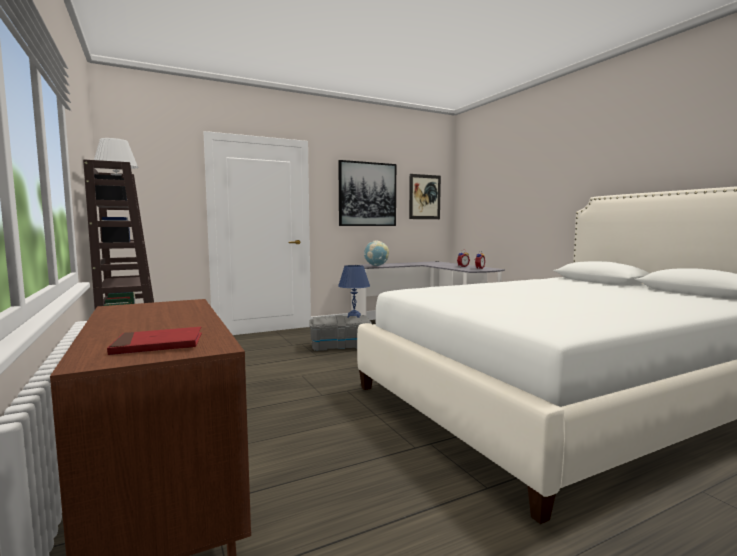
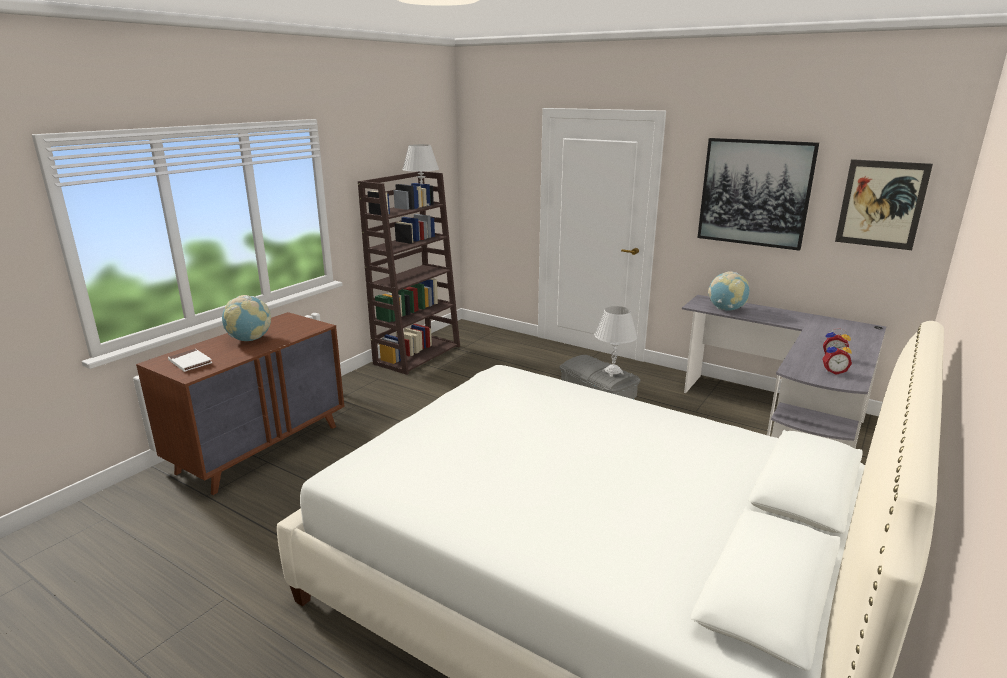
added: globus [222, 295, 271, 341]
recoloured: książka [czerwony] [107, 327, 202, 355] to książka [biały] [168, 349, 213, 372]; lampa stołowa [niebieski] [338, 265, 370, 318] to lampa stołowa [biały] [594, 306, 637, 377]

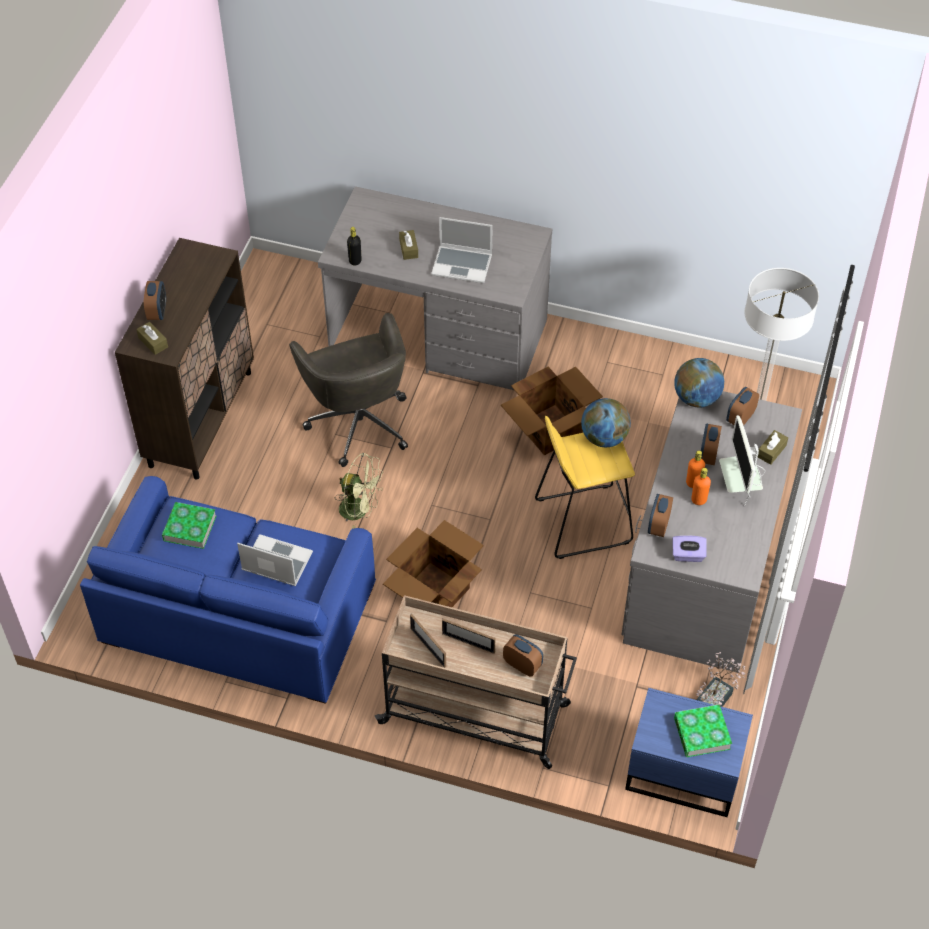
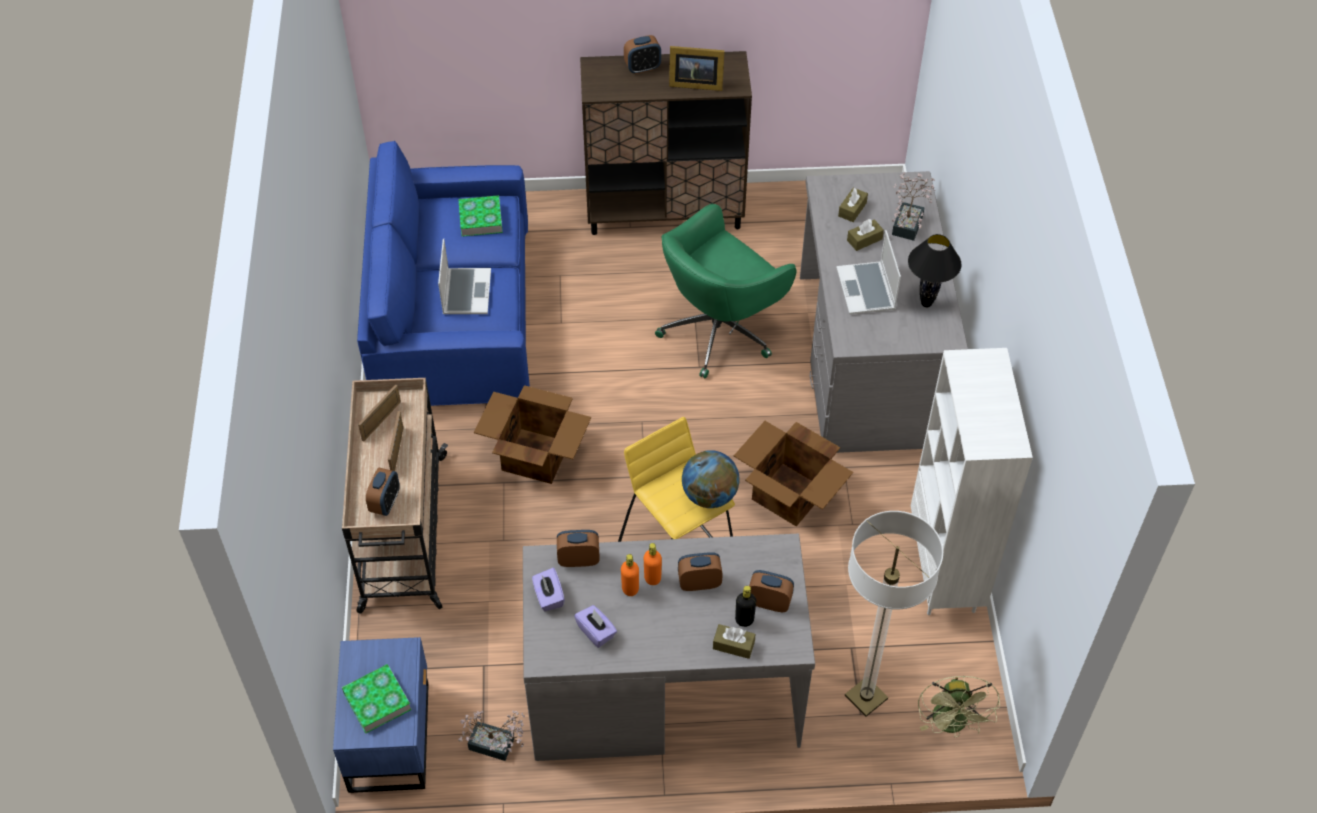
removed: globus [674, 358, 724, 407]; monitor [719, 415, 765, 506]
added: pudełko chusteczek [fioletowy] [574, 605, 617, 648]; ramka na zdjęcie [669, 46, 725, 91]; roślina doniczkowa [892, 173, 935, 241]; lampa stołowa [czarny] [908, 234, 961, 307]; regał [biały] [911, 348, 1033, 615]
moved: pudełko chusteczek [brązowy] [136, 322, 168, 355] to [838, 188, 868, 222]; wentylator [zielony] [335, 453, 384, 529] to [918, 675, 1000, 738]; butelka [czarny] [347, 227, 362, 266] to [735, 586, 756, 627]
recoloured: krzesło biurowe [szary] [289, 313, 408, 467] to krzesło biurowe [zielony] [655, 204, 797, 379]

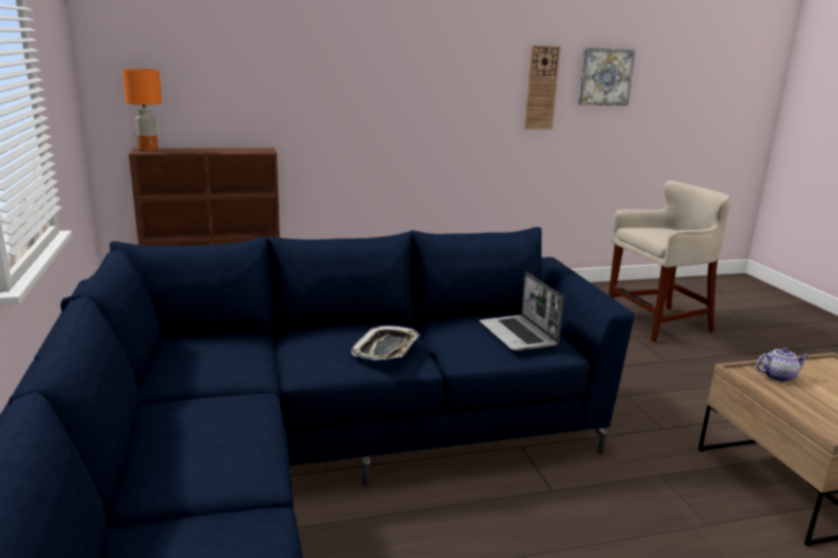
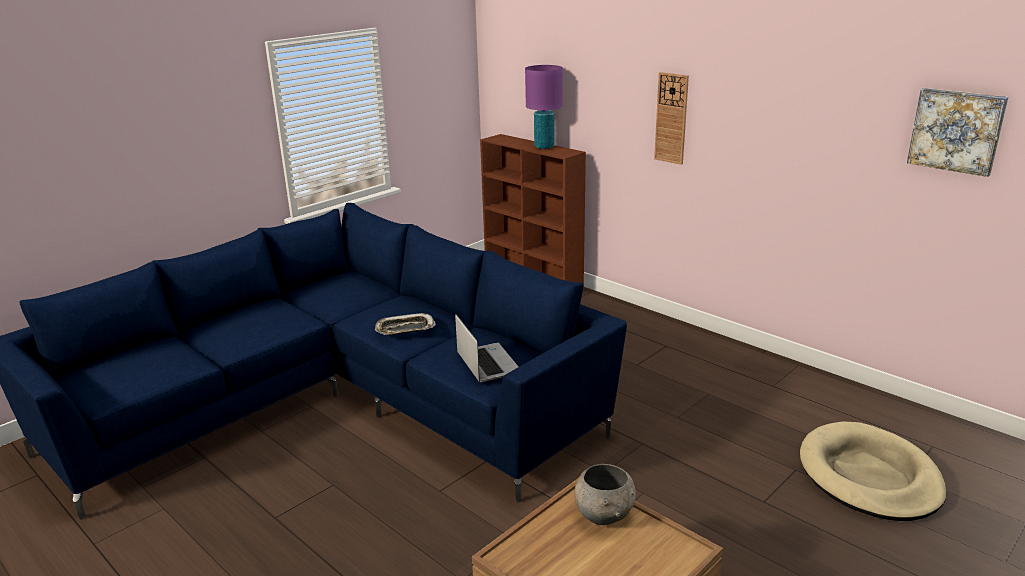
removed: lampa stołowa [pomarańczowy] [122, 69, 162, 151]
added: lampa stołowa [fioletowy] [525, 65, 563, 149]
moved: zegar ścienny [524, 45, 561, 130] to [654, 72, 689, 165]
replaced: stołek [beżowy] [609, 181, 731, 342] to legowisko [beżowy] [800, 421, 946, 521]; imbryk [756, 347, 809, 382] to miska [szary] [575, 464, 636, 525]
turned: laptop [479, 272, 564, 351] = [455, 314, 519, 383] 120 degrees clockwise

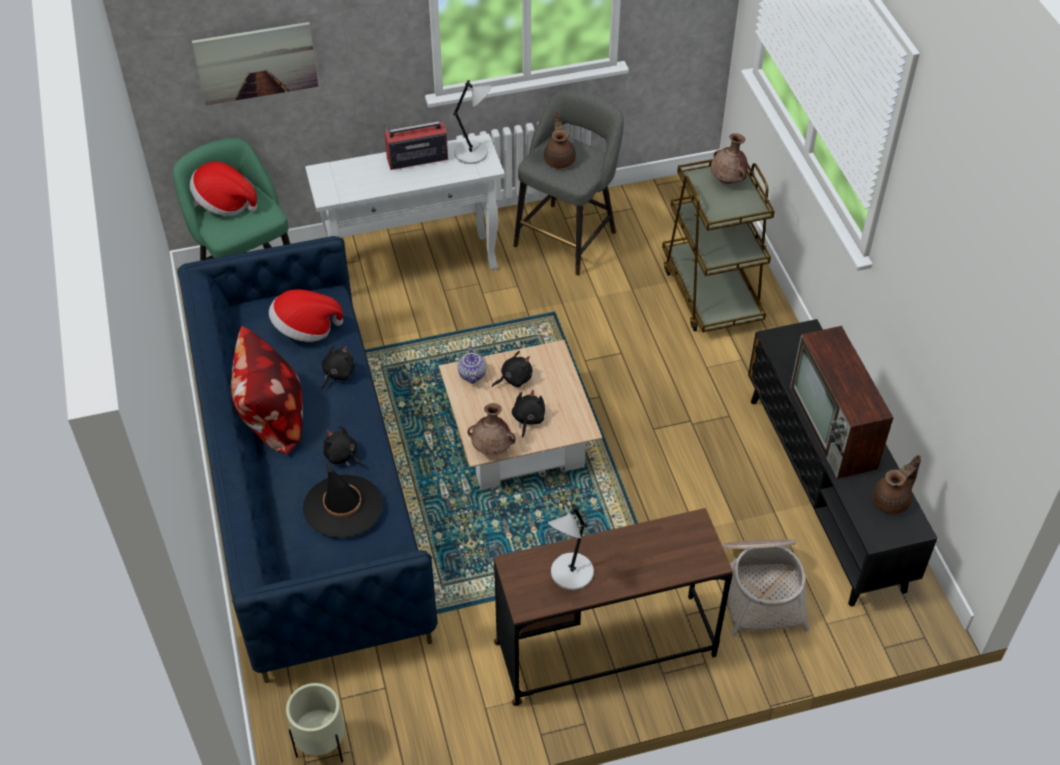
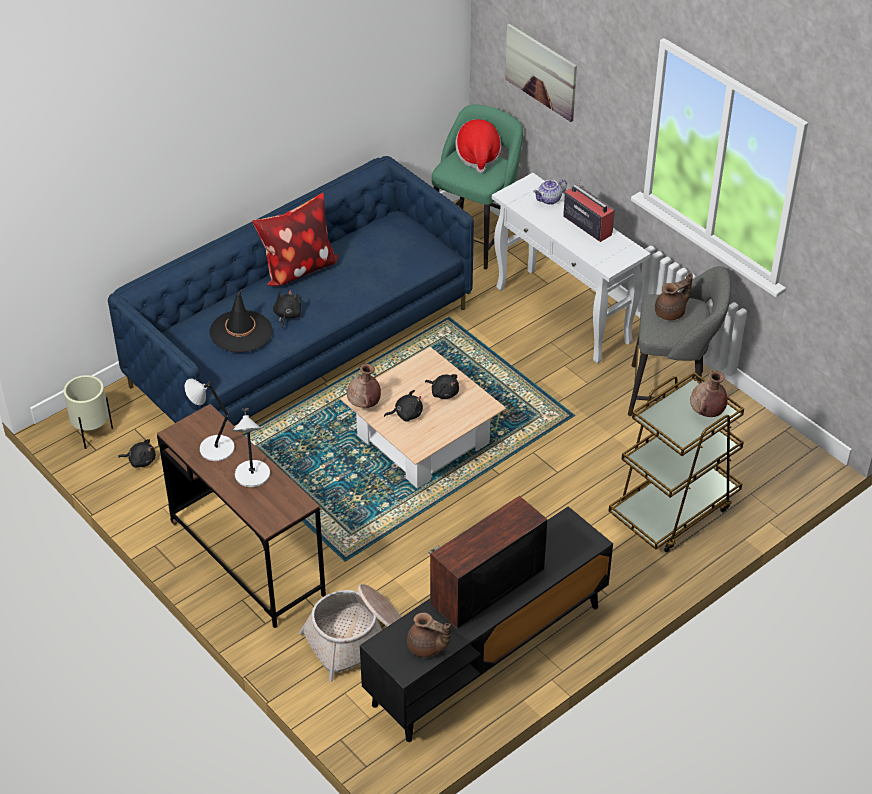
removed: kapelusz [269, 289, 343, 342]
moved: pluszak [czarny] [321, 345, 355, 390] to [118, 439, 156, 468]; lampa stołowa [szary] [453, 80, 492, 164] to [232, 408, 270, 487]; imbryk [458, 345, 486, 384] to [533, 179, 567, 205]

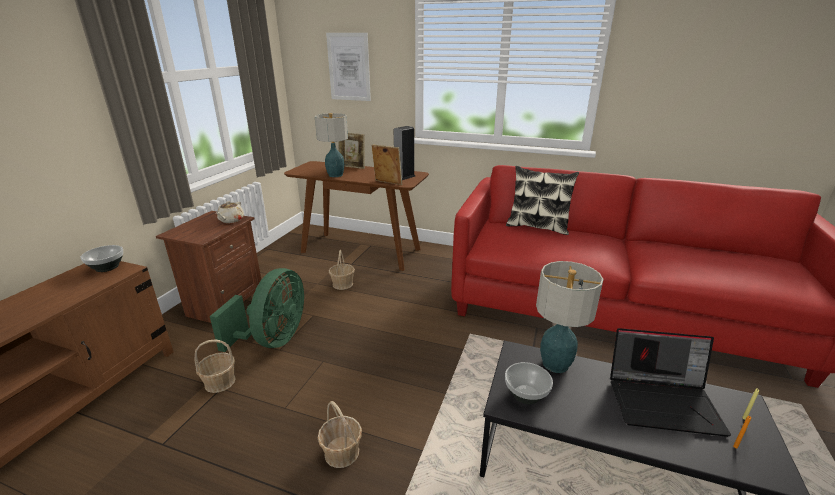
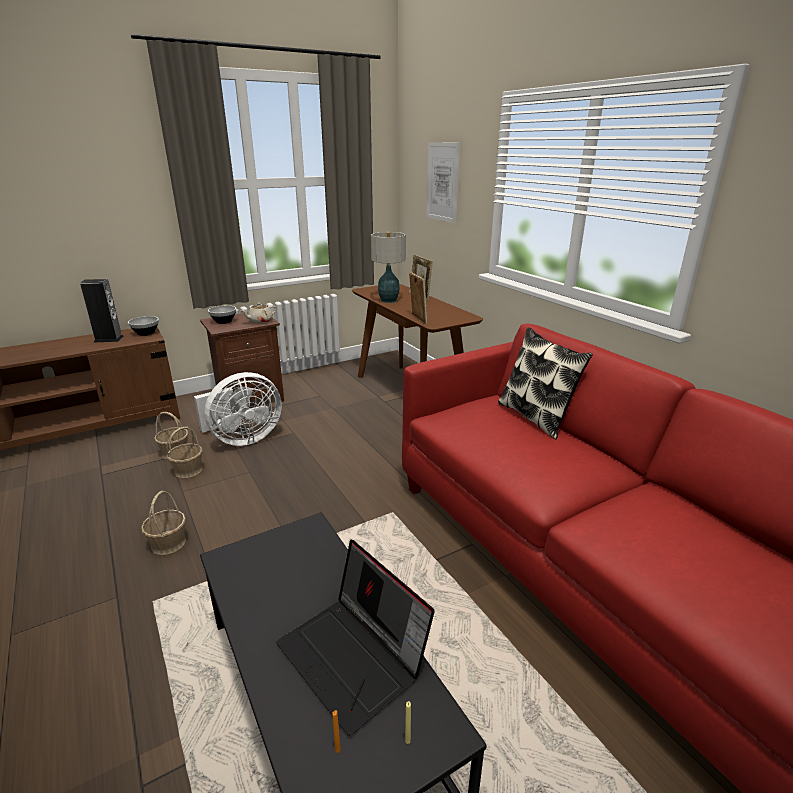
removed: lampa stołowa [536, 261, 604, 373]
moved: koszyk [329, 250, 355, 290] to [166, 427, 203, 478]; głośnik [394, 126, 415, 180] to [80, 279, 124, 342]; miska [505, 362, 553, 404] to [208, 305, 236, 324]
recoloured: wentylator [zielony] [210, 268, 304, 352] to wentylator [biały] [194, 372, 282, 446]

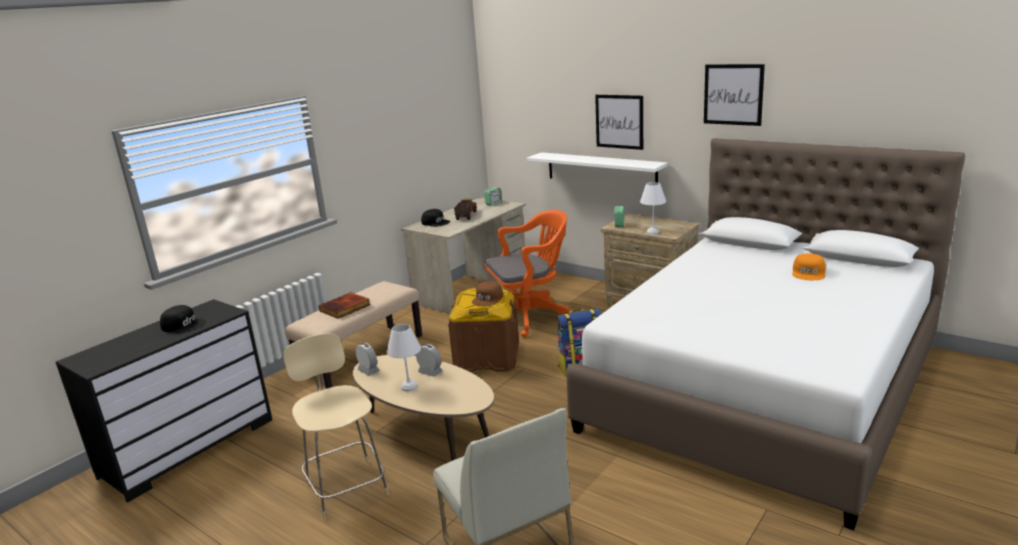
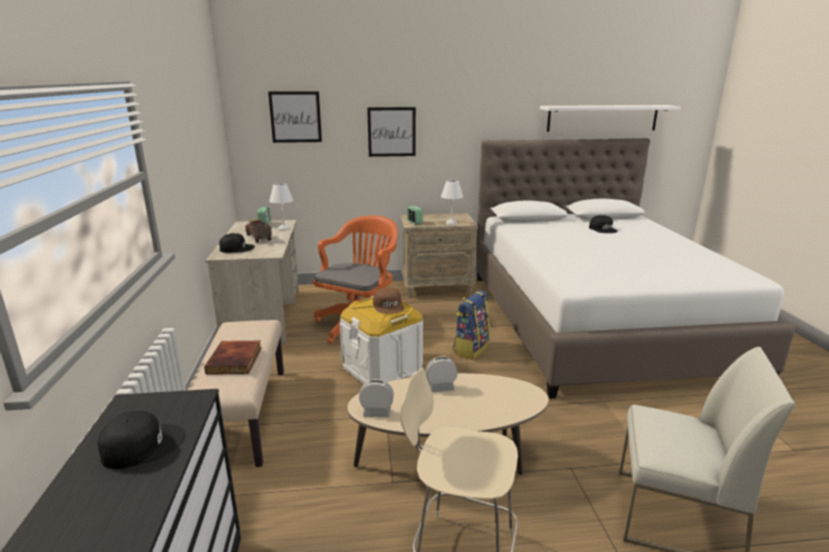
moved: lampa stołowa [biały] [387, 324, 421, 391] to [269, 183, 293, 231]; półka [biały] [527, 152, 668, 182] to [540, 105, 681, 132]; obraz [704, 64, 765, 126] to [268, 91, 322, 143]
recoloured: pojemnik do przechowywania [brązowy] [448, 288, 519, 372] to pojemnik do przechowywania [biały] [340, 295, 423, 384]; czapka z daszkiem [pomarańczowy] [792, 254, 826, 280] to czapka z daszkiem [czarny] [589, 215, 618, 233]

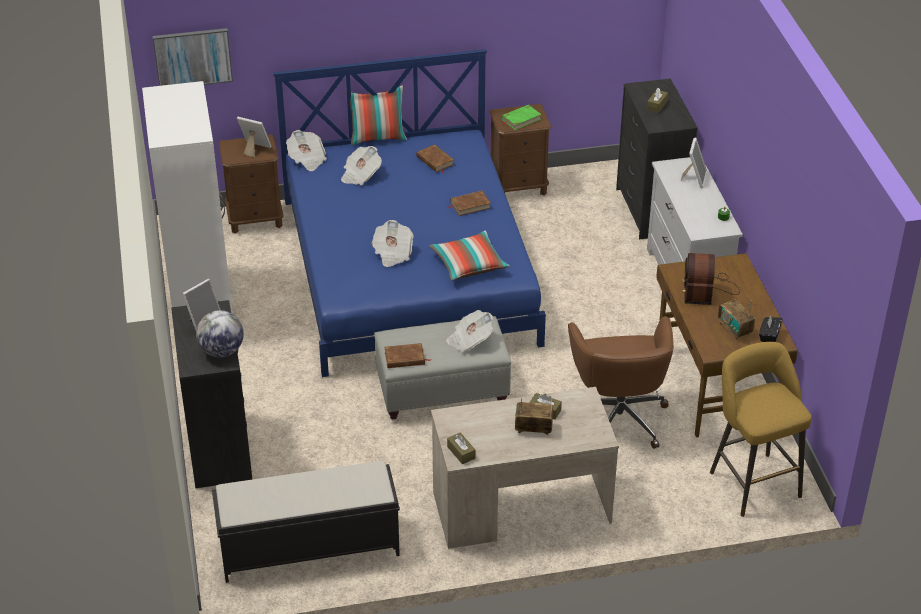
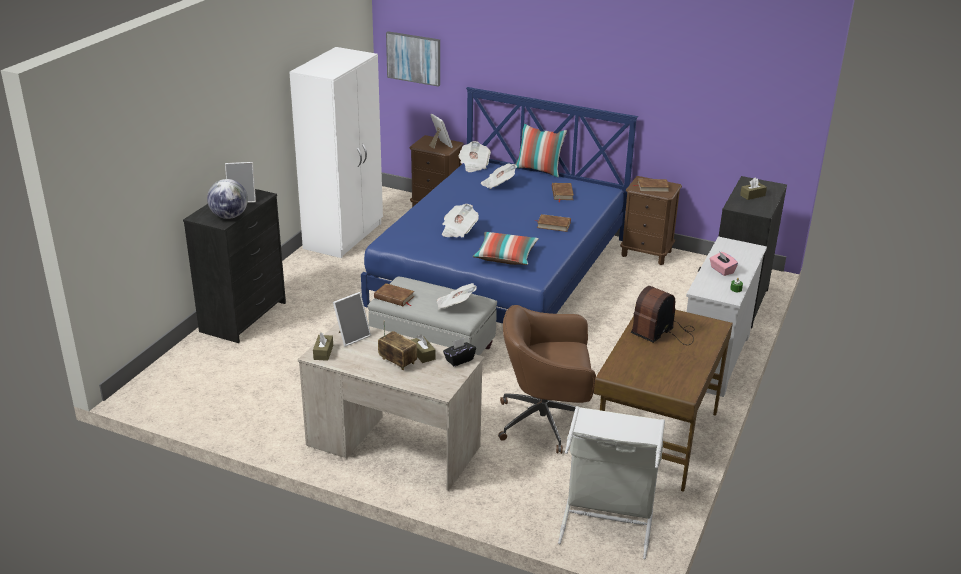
removed: ławka [czarny] [212, 461, 400, 583]; radio [718, 299, 755, 340]
added: pudełko chusteczek [różowy] [710, 251, 738, 276]
moved: ramka na zdjęcie [681, 138, 707, 188] to [333, 292, 371, 347]; pudełko chusteczek [czarny] [759, 316, 783, 342] to [443, 338, 476, 366]
replaced: stołek [żółty] [710, 342, 811, 517] to kosz na pranie [szary] [558, 406, 665, 559]
recoloured: książka [zielony] [501, 105, 541, 130] to książka [brązowy] [633, 179, 670, 192]
turned: krzesło biurowe [brązowy] [568, 316, 674, 449] = [498, 305, 596, 454] 60 degrees clockwise

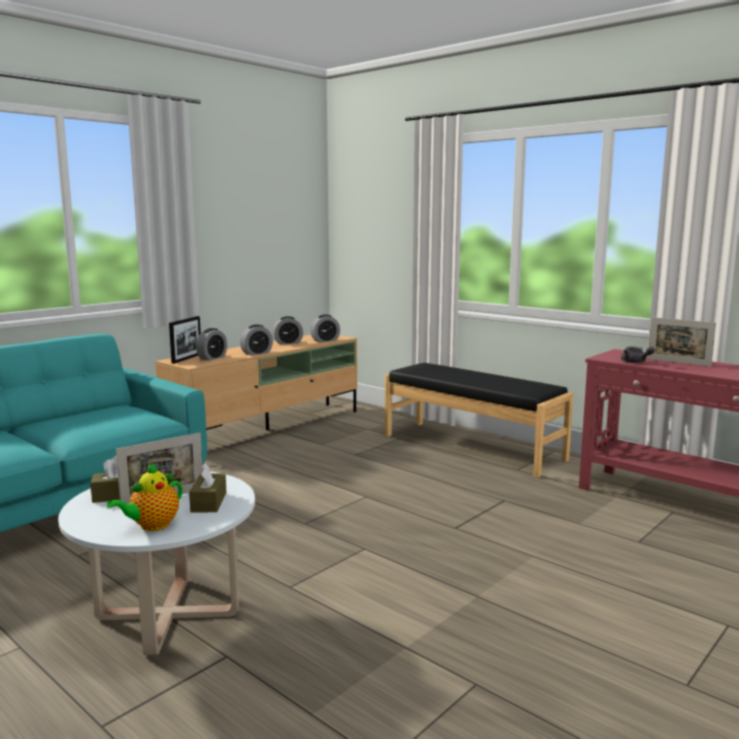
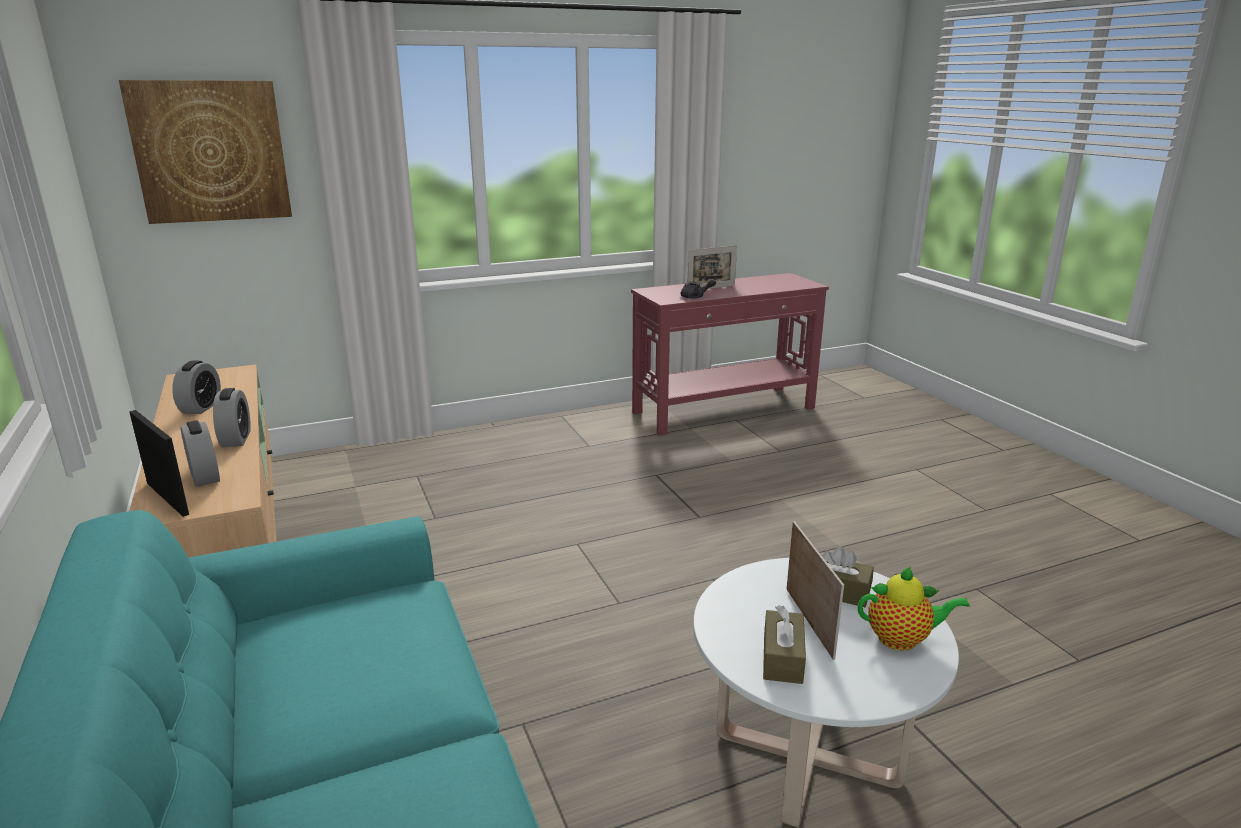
removed: budzik [310, 314, 340, 342]; ławka [czarny] [385, 363, 573, 478]
added: obraz [119, 80, 292, 224]
turned: imbryk [107, 463, 183, 531] = [858, 567, 970, 650] 60 degrees counterclockwise

